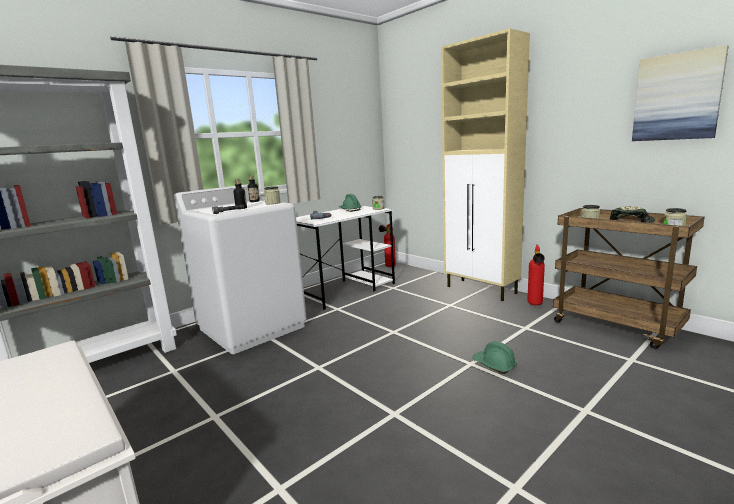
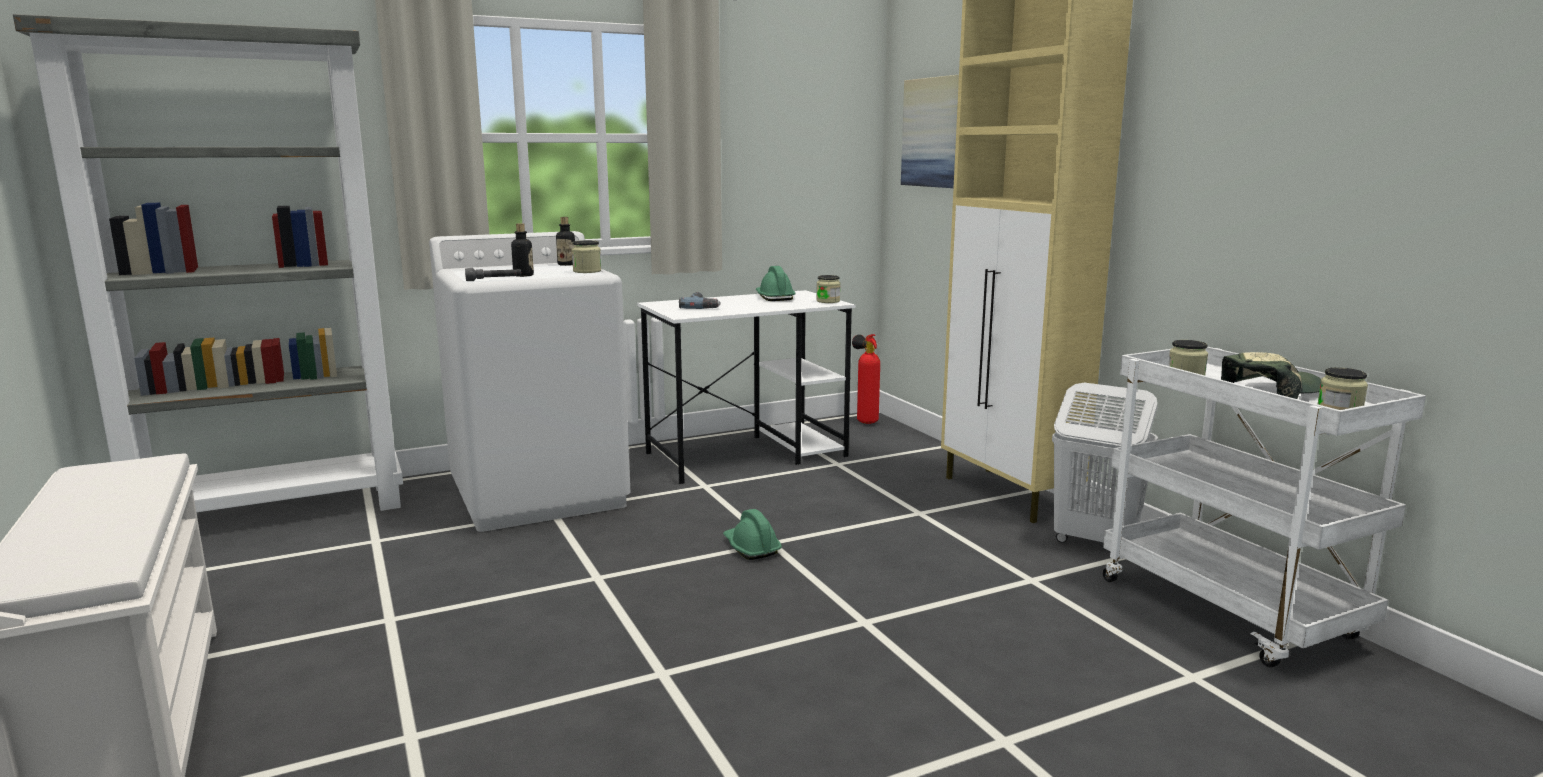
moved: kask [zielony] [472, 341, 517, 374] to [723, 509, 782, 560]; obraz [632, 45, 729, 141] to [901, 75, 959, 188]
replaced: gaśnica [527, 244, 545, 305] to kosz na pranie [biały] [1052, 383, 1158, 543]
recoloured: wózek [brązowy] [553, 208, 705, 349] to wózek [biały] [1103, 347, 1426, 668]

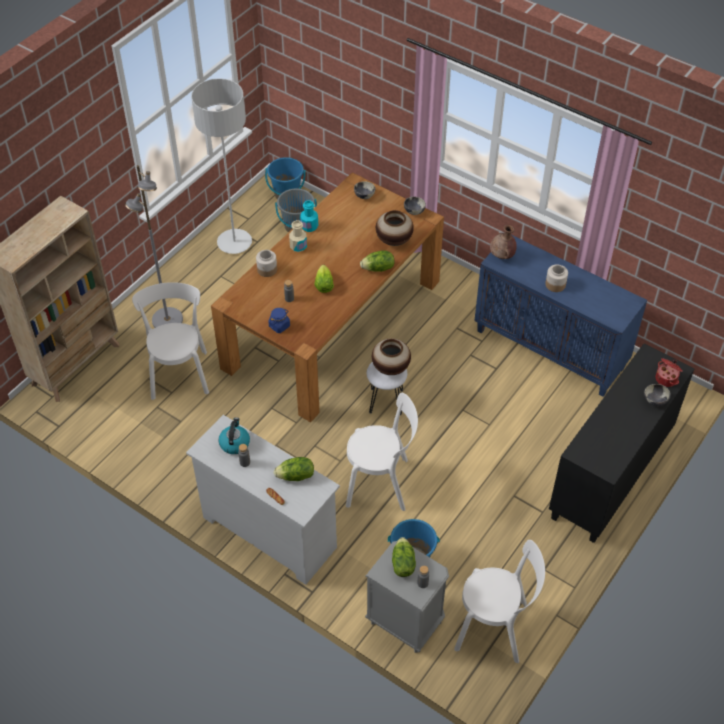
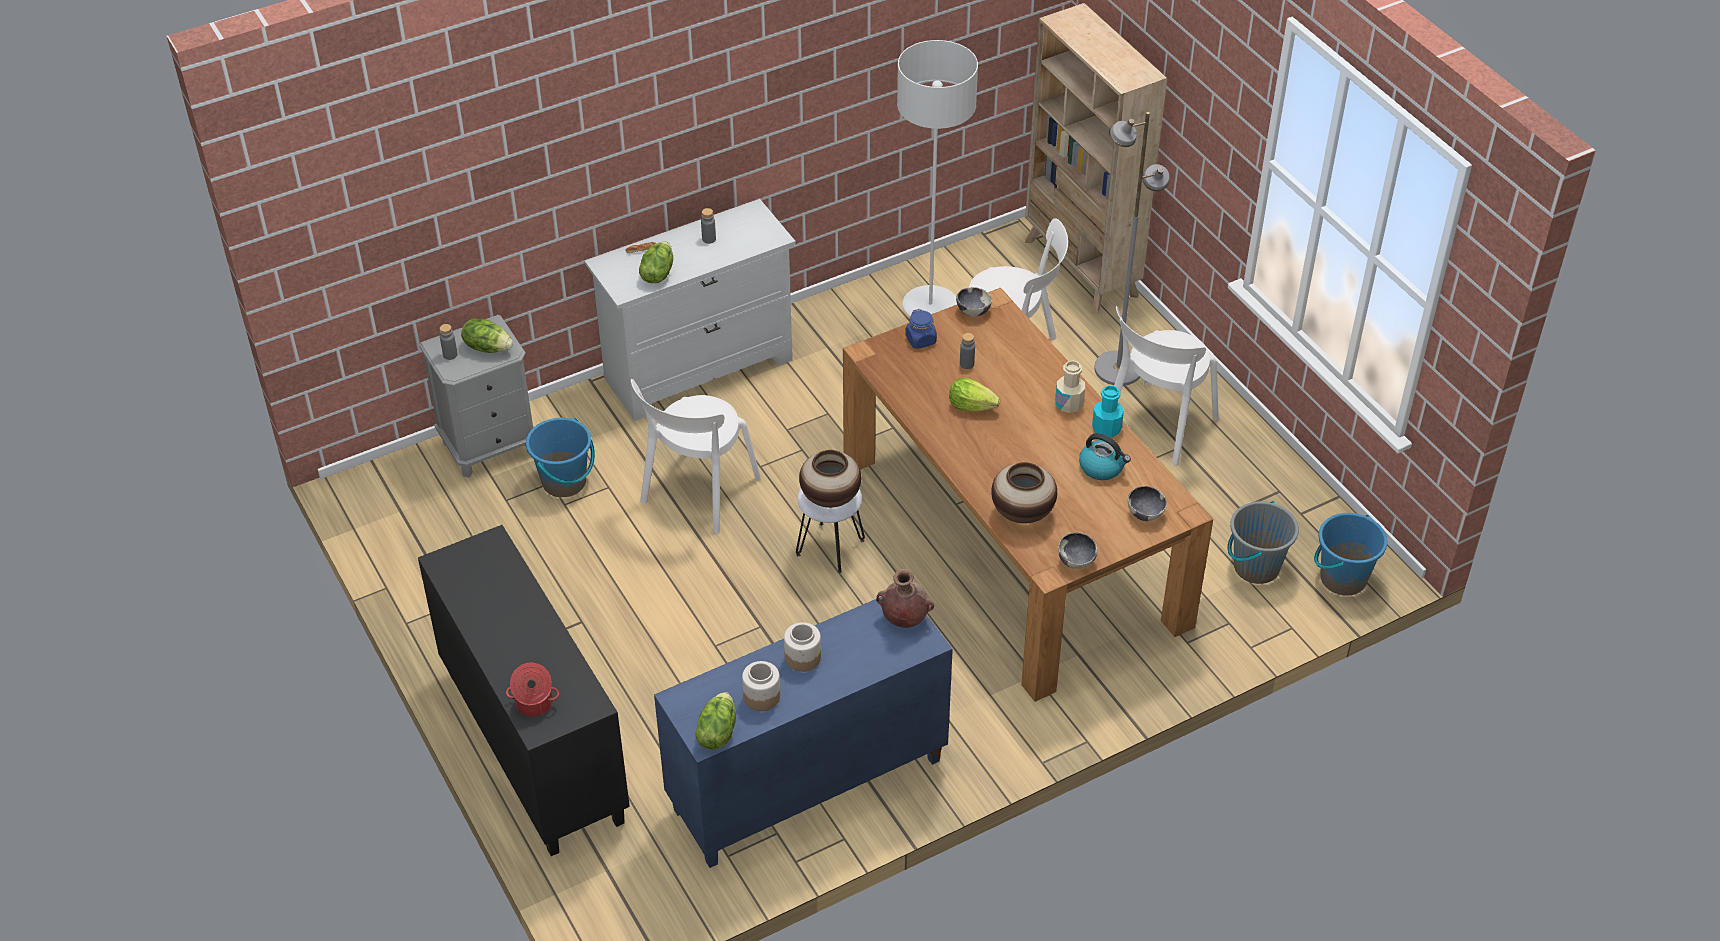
moved: lampa stojąca [szary] [191, 79, 252, 254] to [897, 40, 978, 316]; czajnik [218, 417, 250, 454] to [1079, 433, 1131, 480]; słoik [256, 250, 277, 277] to [742, 661, 780, 711]; sałata [360, 250, 395, 272] to [695, 692, 736, 750]; krzesło [biały] [454, 540, 545, 663] to [1114, 306, 1219, 466]; miska [644, 384, 670, 406] to [956, 287, 992, 316]

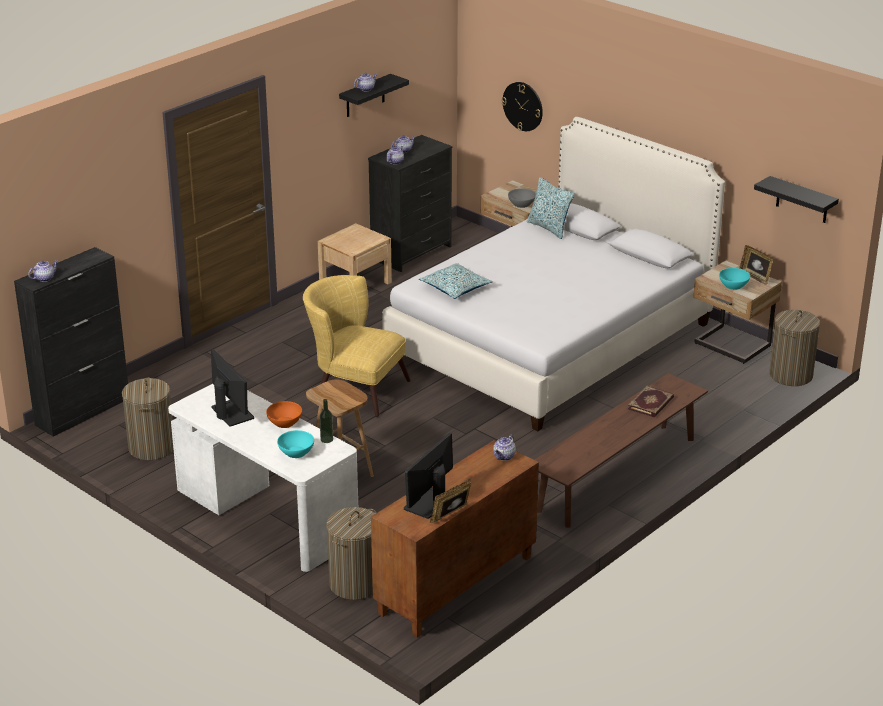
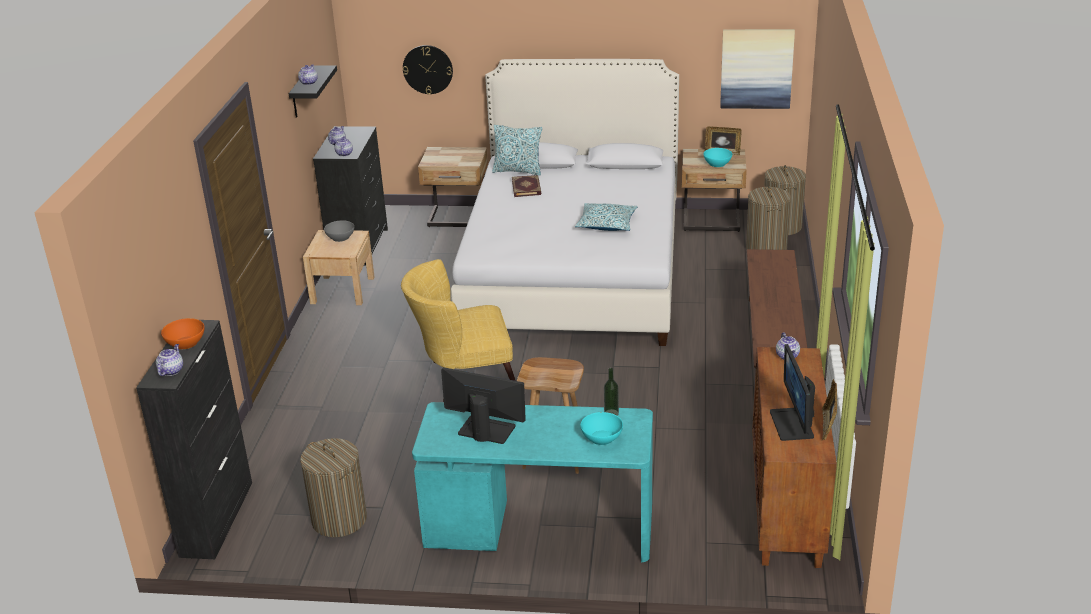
moved: miska [pomarańczowy] [266, 401, 302, 428] to [161, 318, 204, 349]; kosz na pranie [326, 507, 376, 600] to [746, 186, 791, 250]; poduszka [419, 263, 493, 299] to [575, 203, 638, 231]; miska [szary] [508, 188, 536, 208] to [324, 220, 354, 242]; książka [628, 385, 674, 417] to [512, 175, 541, 197]
replaced: półka [czarny] [754, 176, 839, 223] to obraz [720, 29, 795, 109]
recoloured: biurko [biały] [168, 384, 358, 572] to biurko [turkusowy] [412, 402, 653, 563]

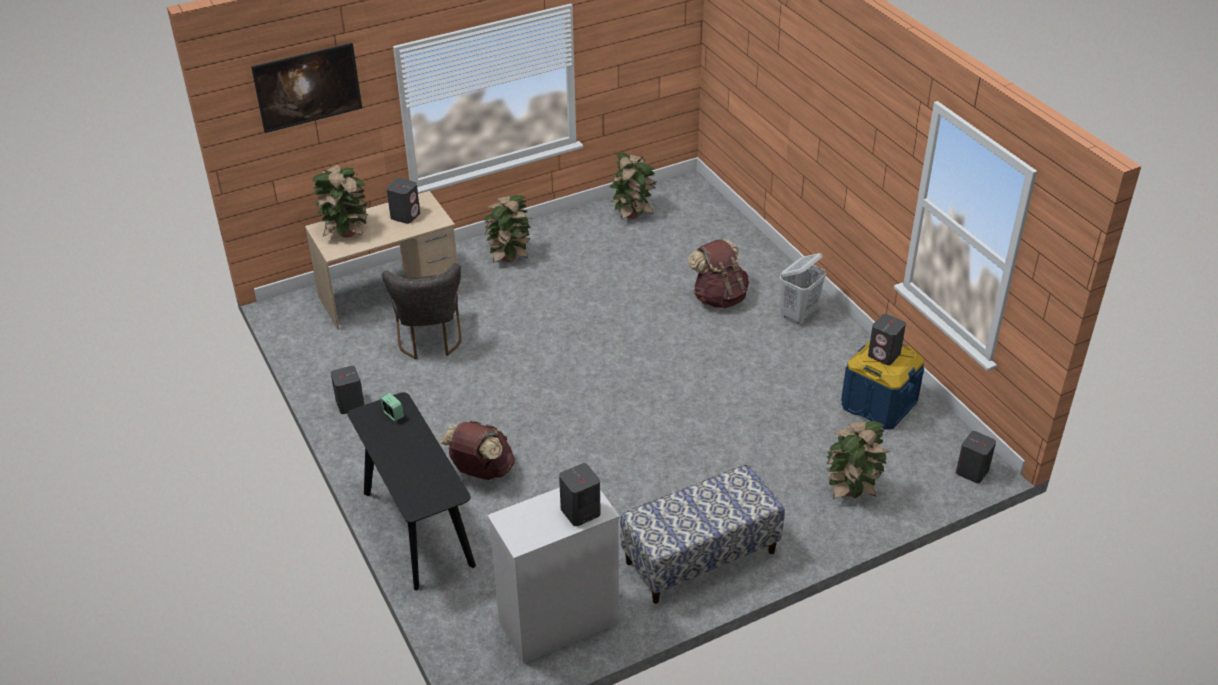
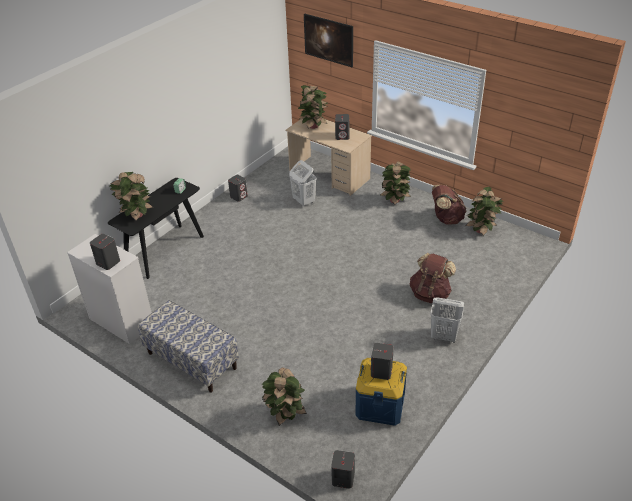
added: roślina doniczkowa [110, 172, 154, 221]
moved: plecak [brązowy] [440, 421, 515, 480] to [432, 185, 466, 225]
replaced: krzesło [szary] [382, 263, 462, 359] to kosz na pranie [biały] [289, 160, 317, 207]

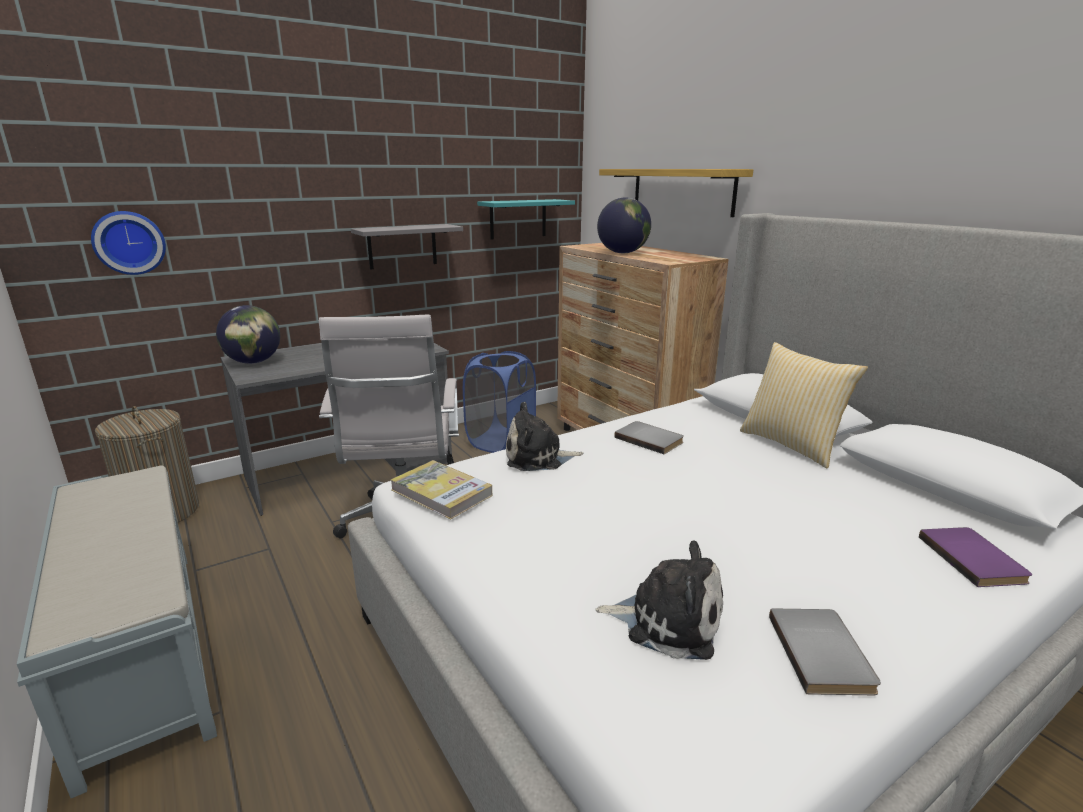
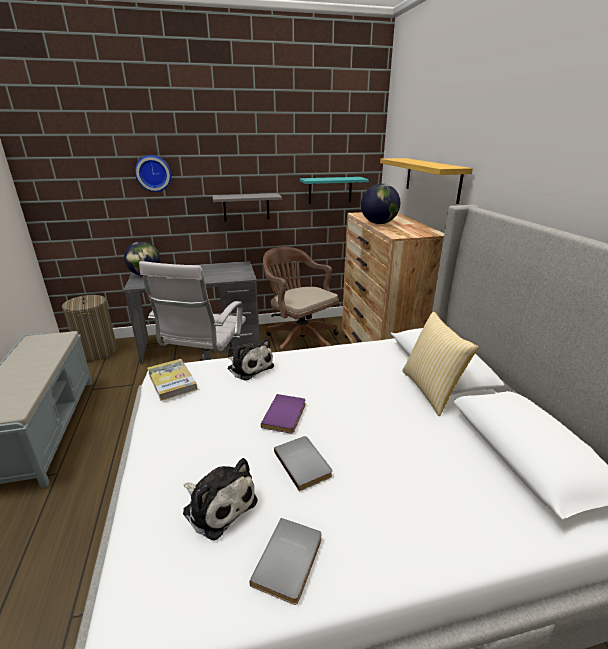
moved: zegar ścienny [91, 211, 166, 275] to [135, 155, 172, 192]; książka [szary] [614, 421, 684, 454] to [274, 436, 332, 491]; książka [fioletowy] [919, 527, 1032, 587] to [261, 394, 305, 434]
replaced: kosz na pranie [niebieski] [463, 351, 536, 453] to krzesło biurowe [brązowy] [263, 247, 339, 352]
turned: pluszak [506, 402, 583, 471] = [228, 338, 274, 381] 150 degrees counterclockwise

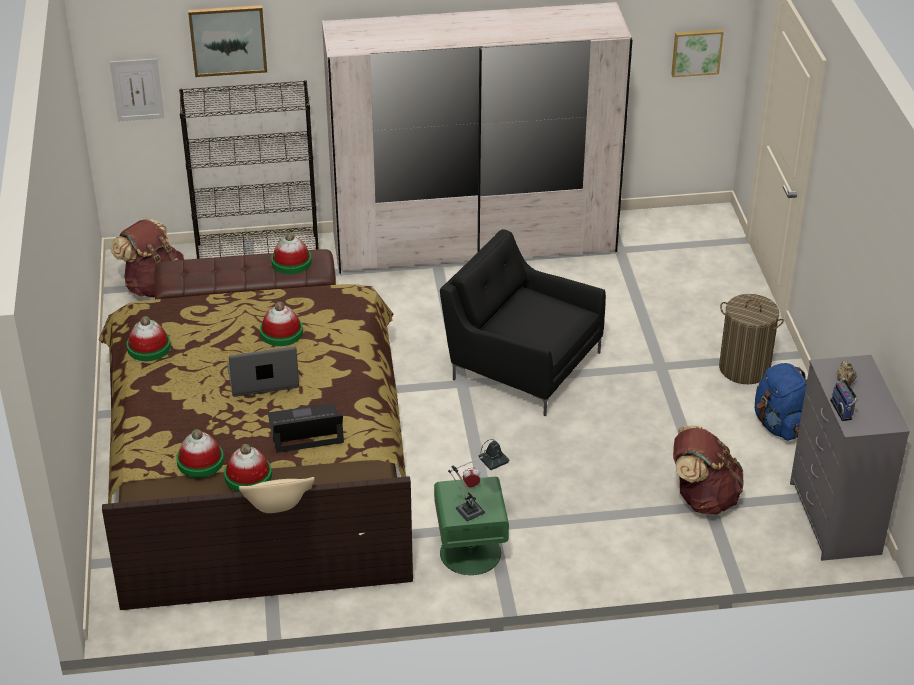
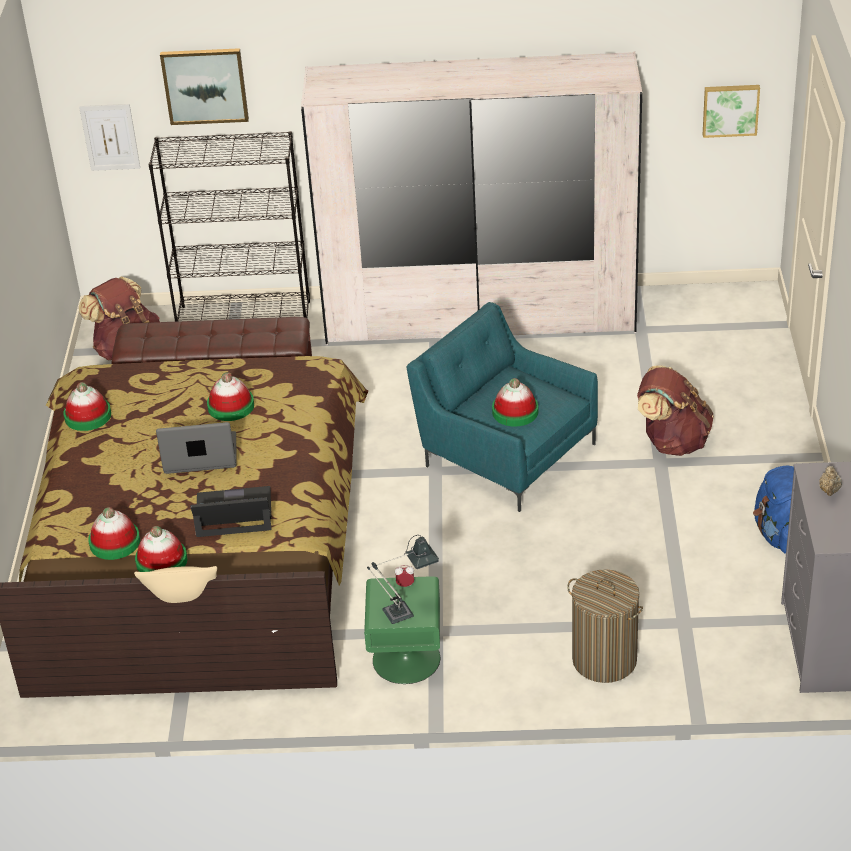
removed: radio [830, 378, 858, 421]
moved: kapelusz [271, 232, 312, 274] to [492, 378, 538, 427]; plecak [brązowy] [673, 425, 744, 514] to [637, 366, 714, 456]; kosz na pranie [719, 294, 784, 384] to [567, 569, 643, 683]
recoloured: fotel [czarny] [440, 229, 606, 416] to fotel [turkusowy] [407, 302, 598, 512]

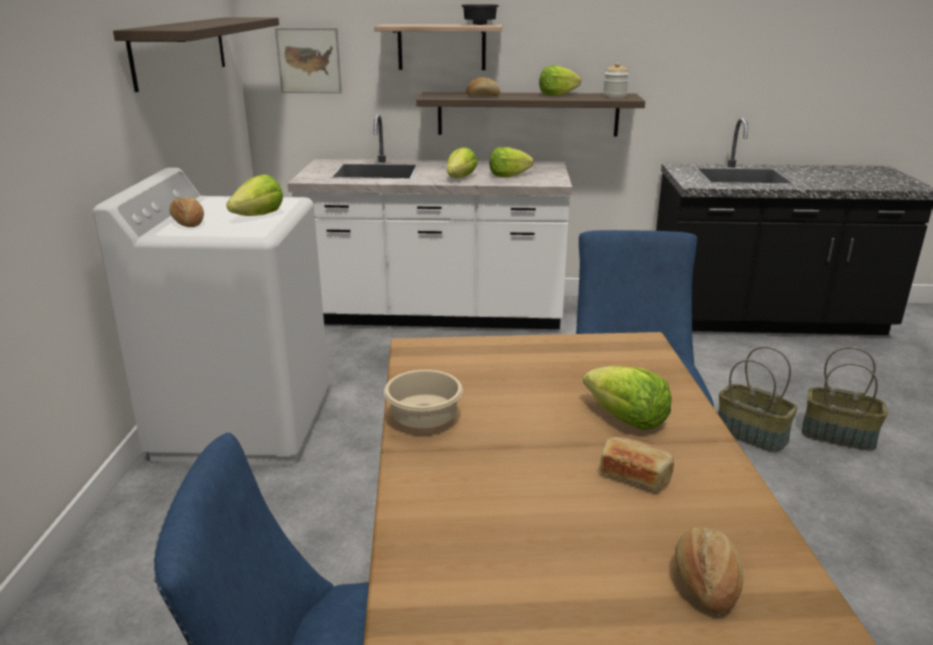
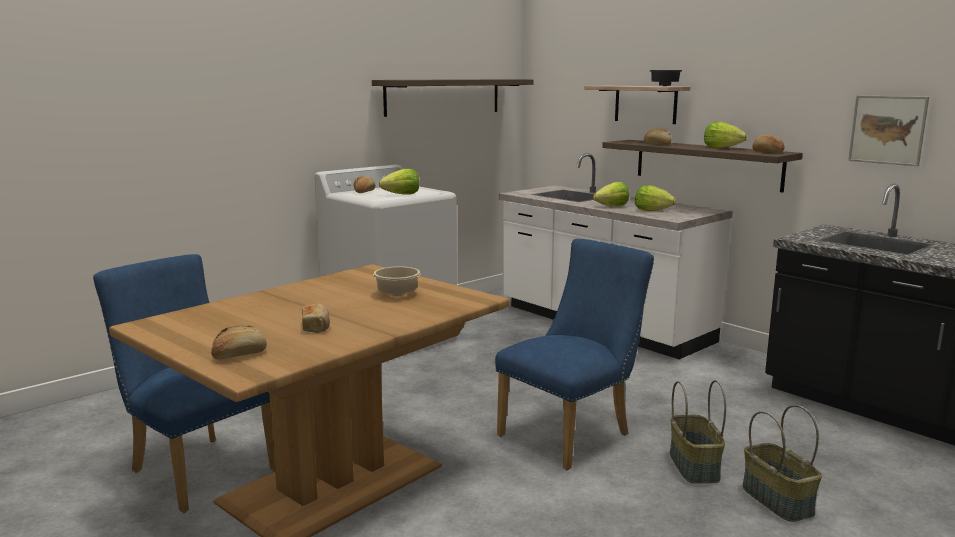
removed: sałata [583, 366, 672, 430]
moved: obraz [275, 28, 342, 93] to [848, 95, 929, 166]; miska [beżowy] [384, 370, 463, 428] to [373, 267, 421, 296]
replaced: słoik [603, 63, 629, 98] to chleb [752, 135, 785, 152]

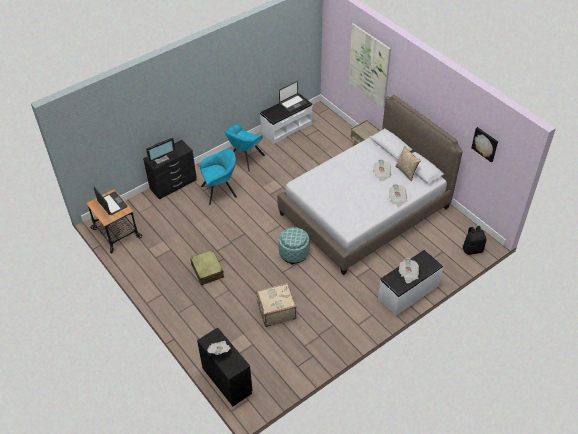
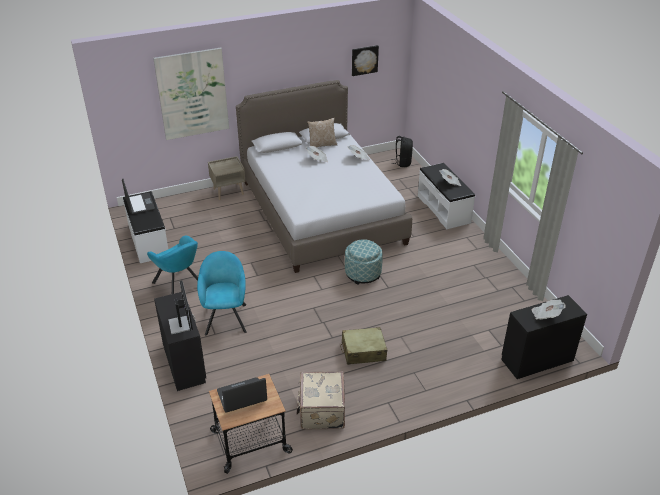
moved: walizka [beżowy] [256, 283, 297, 327] to [296, 371, 345, 430]

